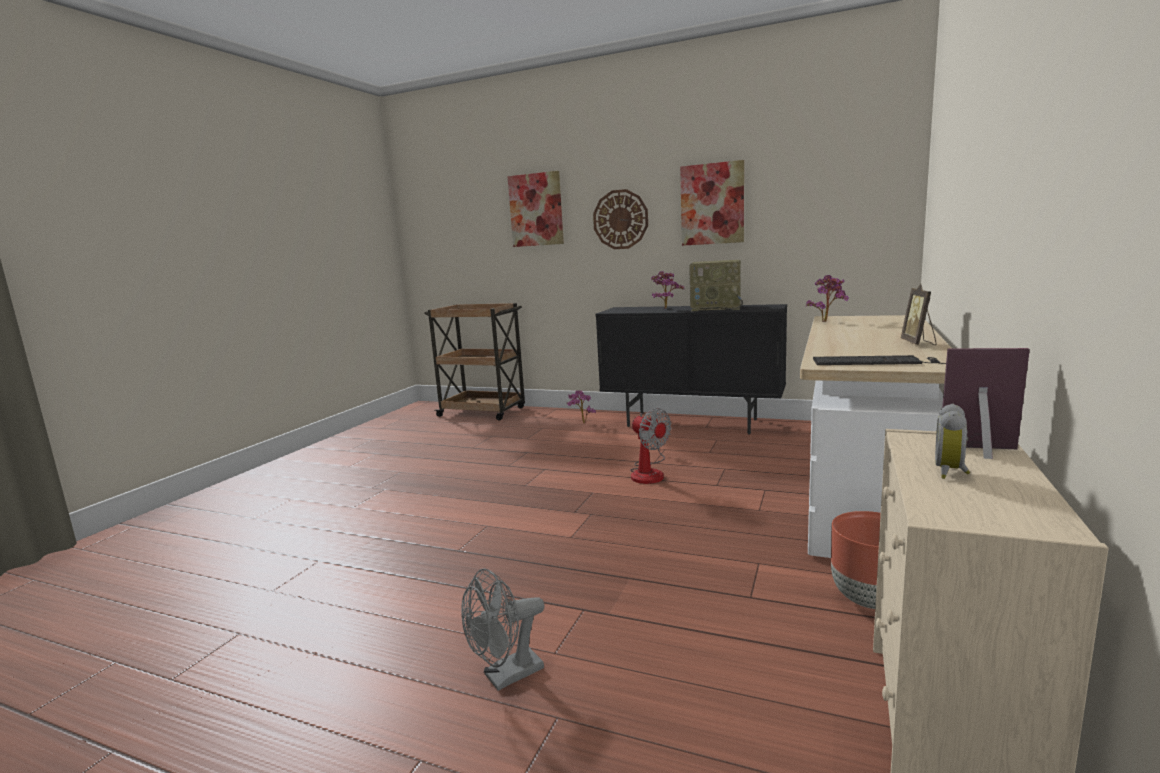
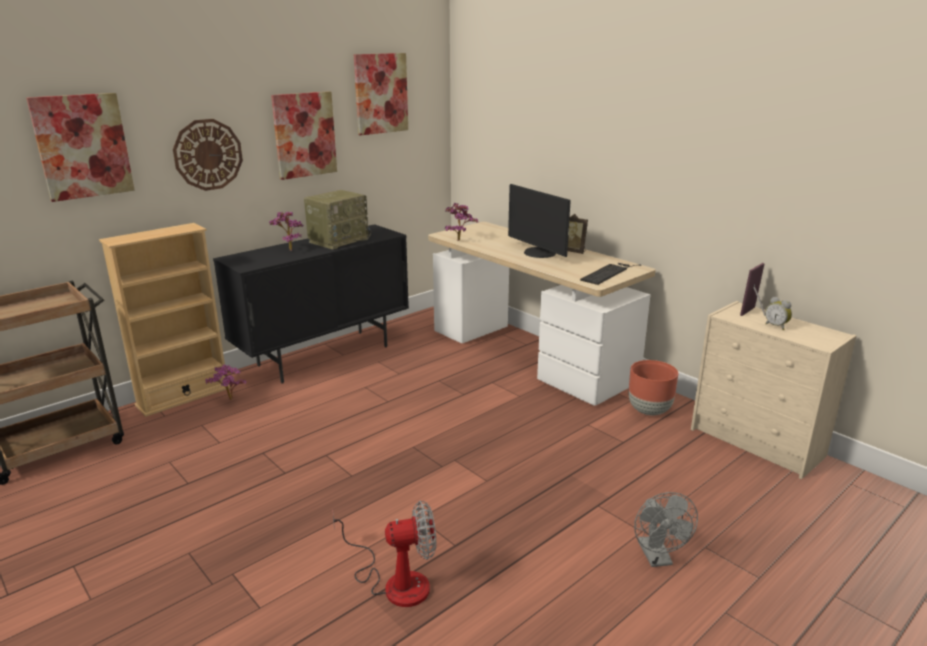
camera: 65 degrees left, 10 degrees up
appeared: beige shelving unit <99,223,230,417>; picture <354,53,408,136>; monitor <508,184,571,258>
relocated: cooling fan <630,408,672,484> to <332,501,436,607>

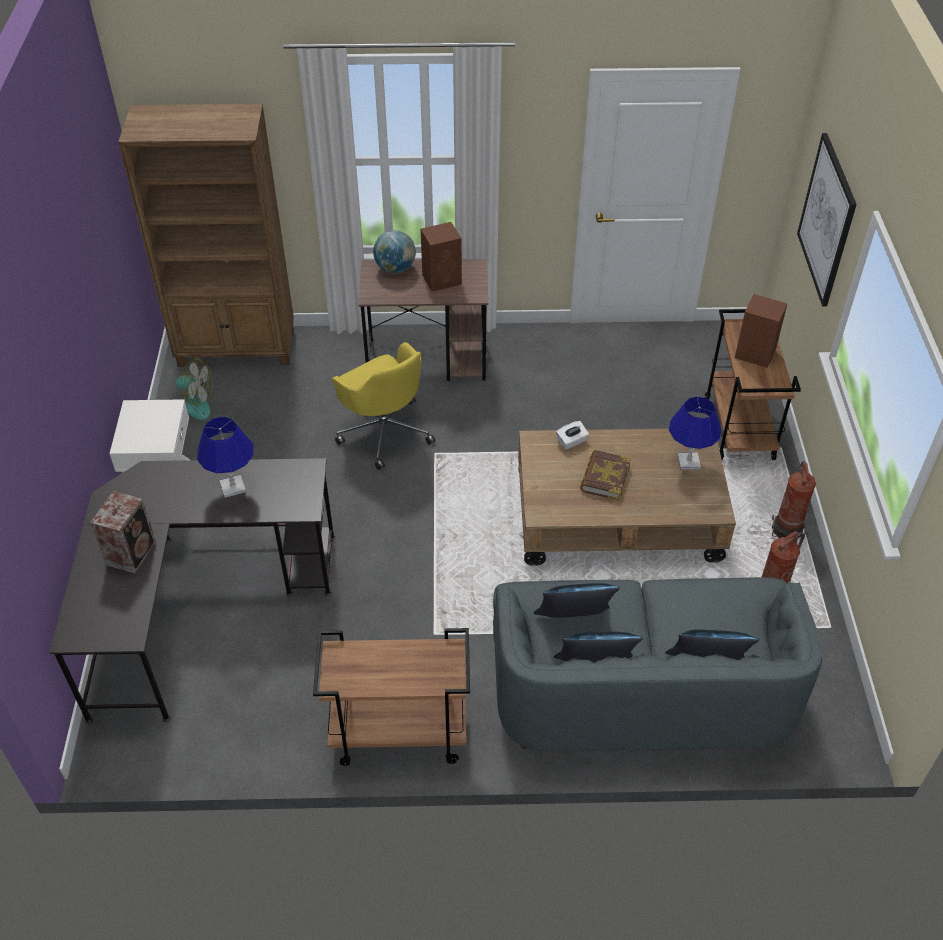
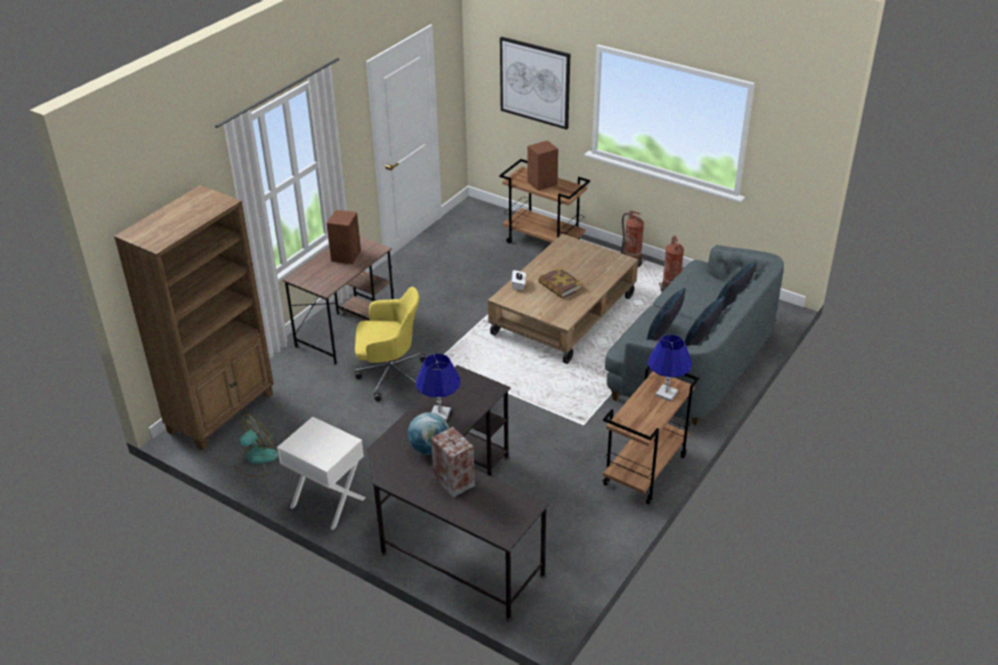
camera: 55 degrees left, 10 degrees down
relocated: globe <373,230,416,273> to <408,412,449,455>; bluish table lamp <669,396,721,470> to <648,335,692,401>

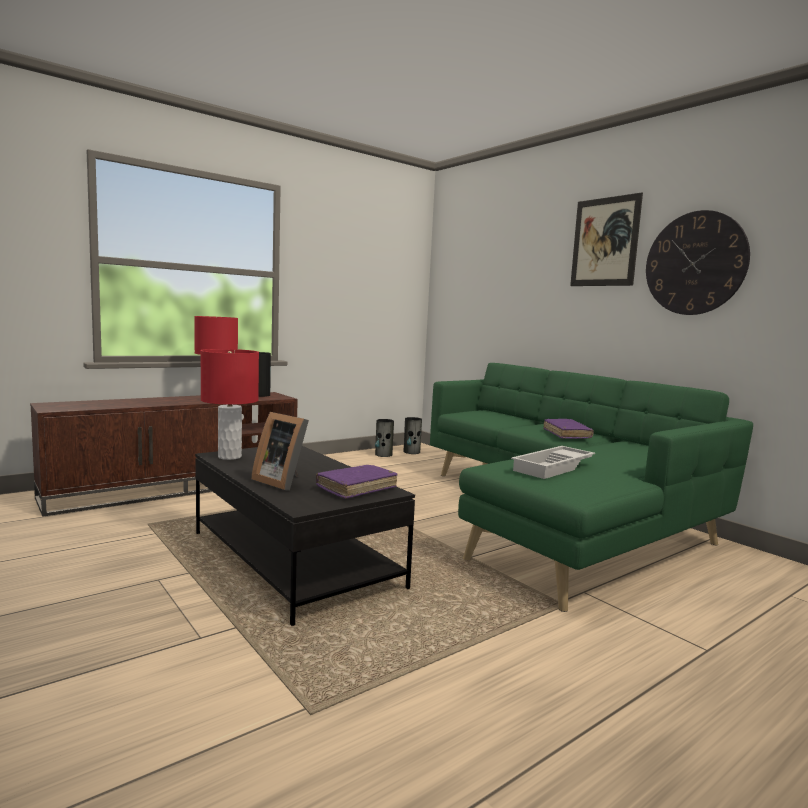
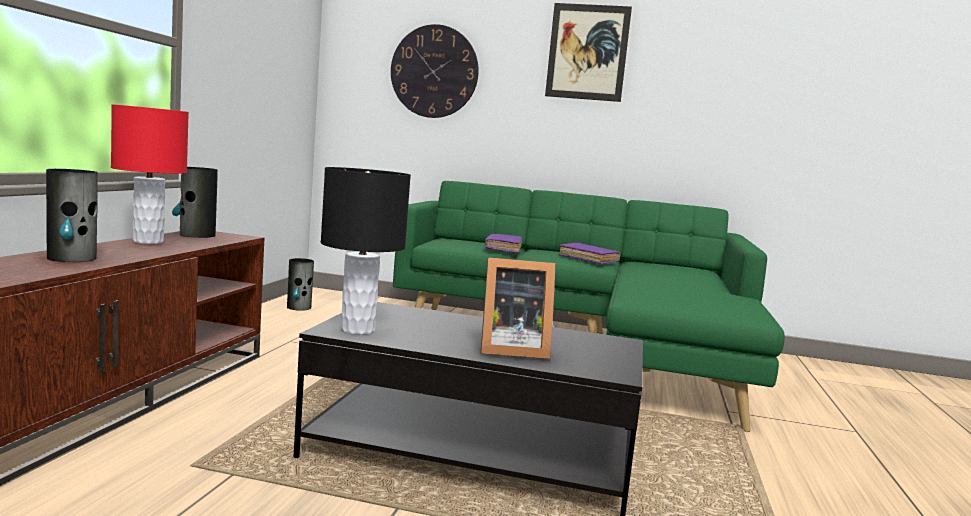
camera: 40 degrees left, 0 degrees up
missing: whitish tray <511,446,595,479>
relocated: purple-coloured book <316,465,398,499> to <485,234,522,253>; decorative vase <404,417,422,454> to <46,169,98,262>; hanging clock <646,210,750,315> to <391,24,479,118>
colour: reddish table lamp <200,349,259,460> to black-coloured table lamp <321,167,411,335>

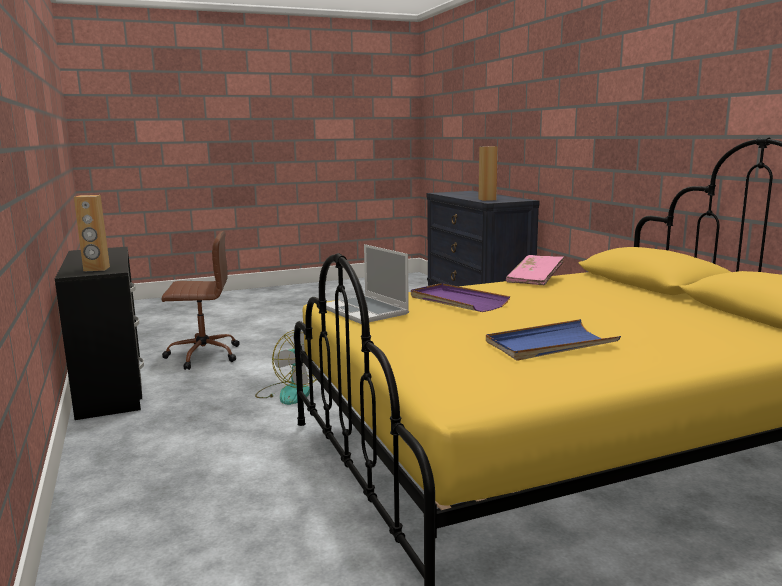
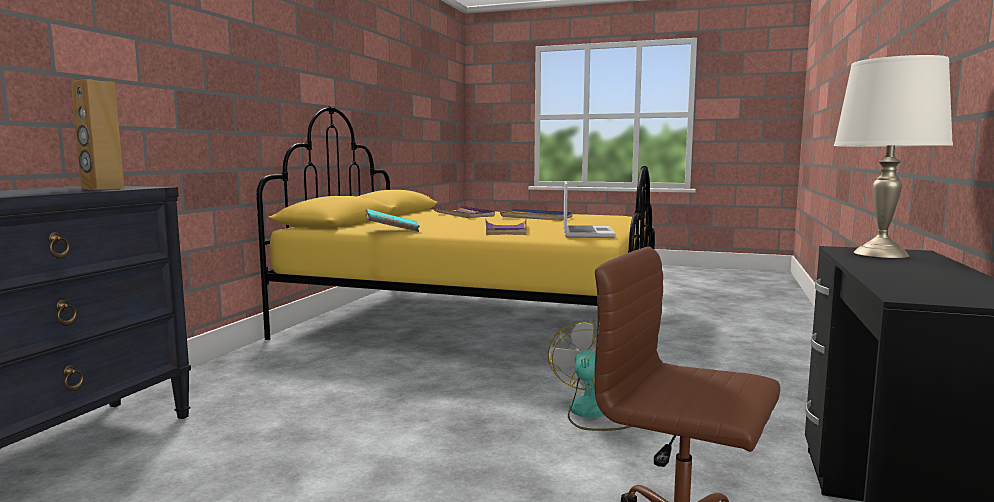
camera: 140 degrees left, 5 degrees down
appeared: purple-coloured tray <433,206,495,218>
exchanged: brown-coloured audio speaker <74,195,110,272> to whitish table lamp <834,55,953,258>
colour: pink book <506,255,564,285> to turquoise book <365,209,420,232>

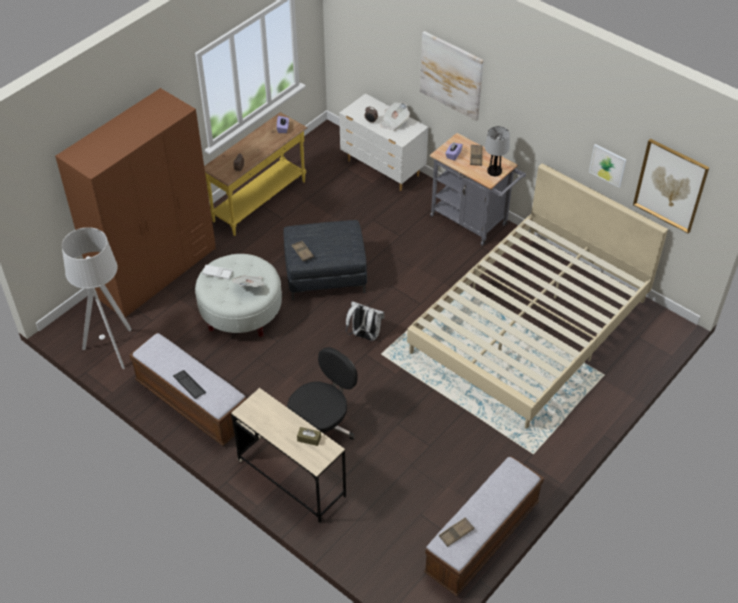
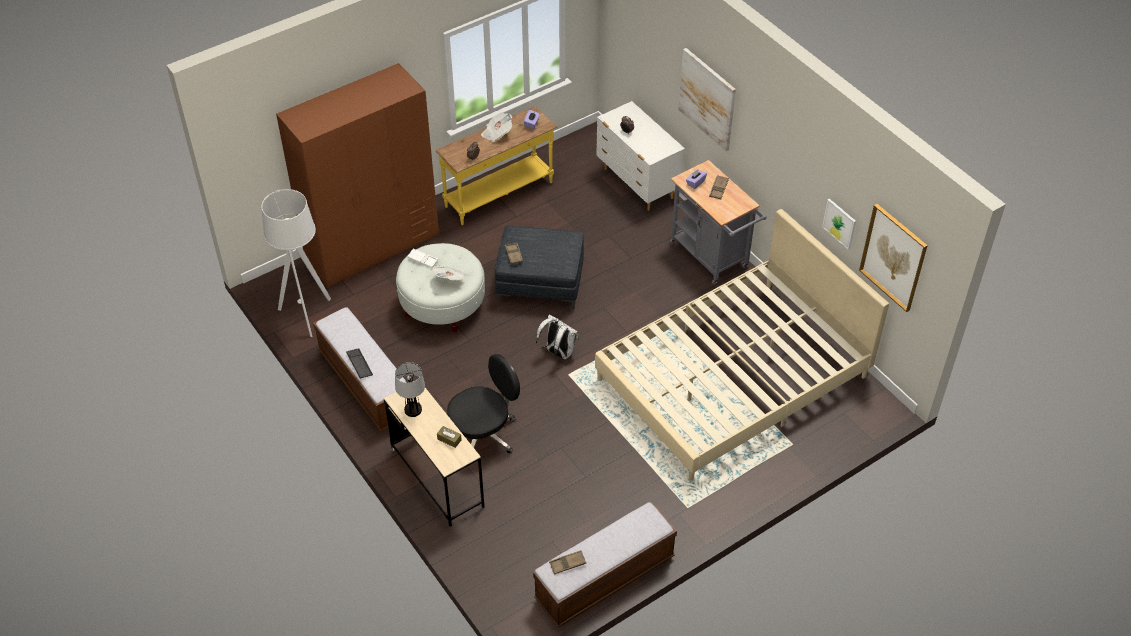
camera: 15 degrees right, 0 degrees up
relocated: newspaper <380,102,410,131> to <481,112,512,142>; table lamp <485,126,510,176> to <395,362,425,417>

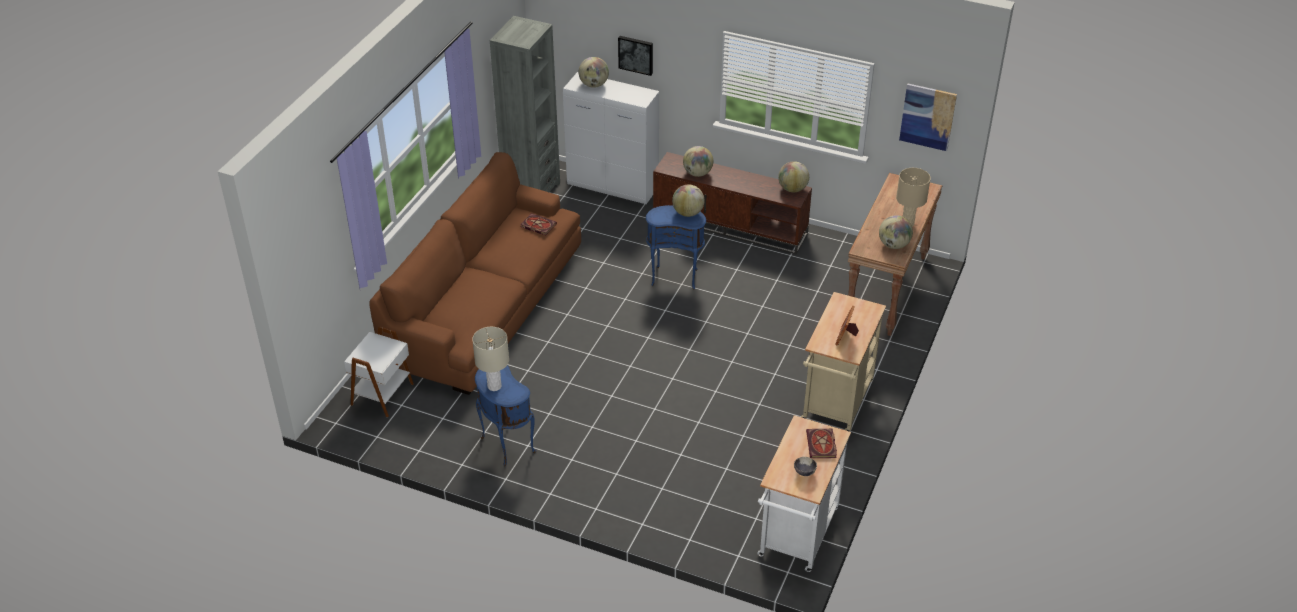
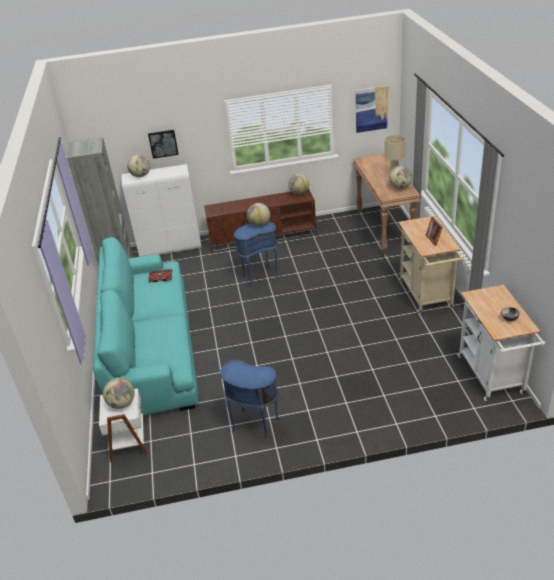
camera: 30 degrees left, 5 degrees down
missing: beige table lamp <472,327,509,391>; book <806,429,837,458>
relocated: globe <683,146,713,177> to <103,378,135,409>
colour: brown-coloured couch <369,152,581,395> to turquoise couch <93,237,198,416>

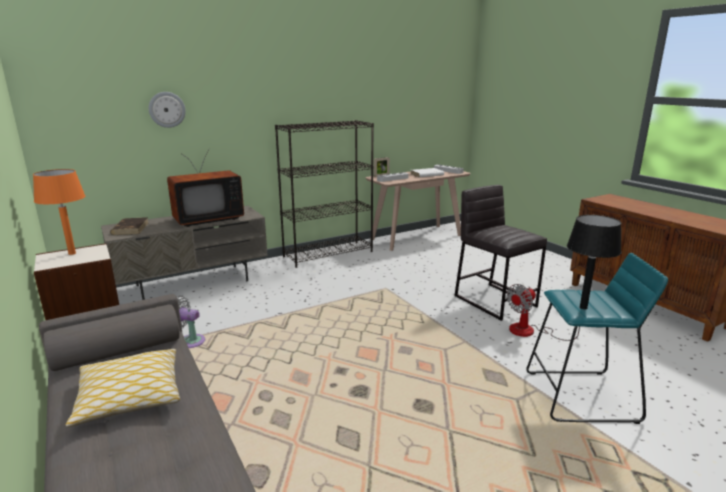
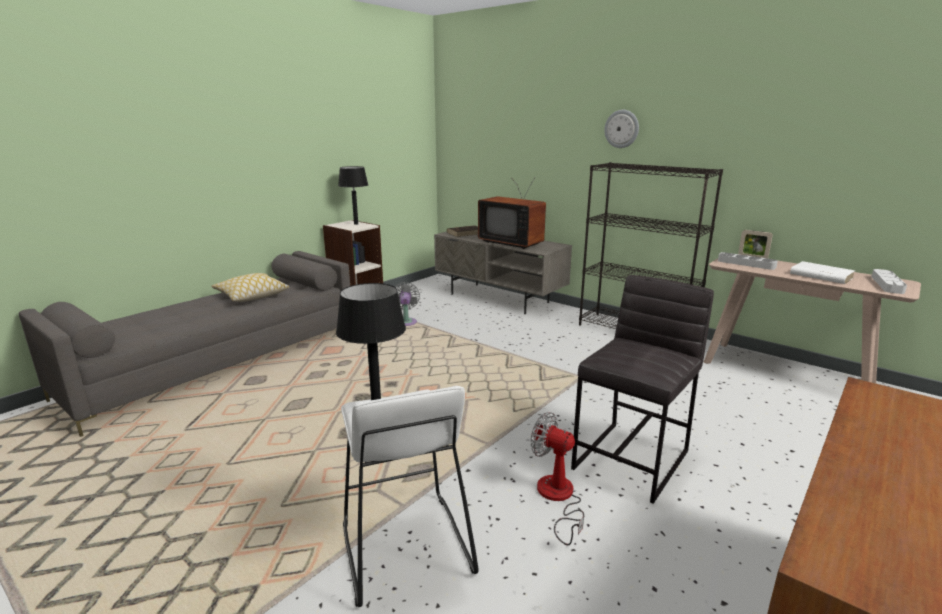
camera: 70 degrees right, 0 degrees up
relocated: hanging clock <149,92,186,128> to <604,110,639,148>
colour: orangey table lamp <33,169,86,255> to black-coloured table lamp <338,166,368,225>; turquoise sitting stool <526,253,668,424> to whitish sitting stool <341,386,479,607>

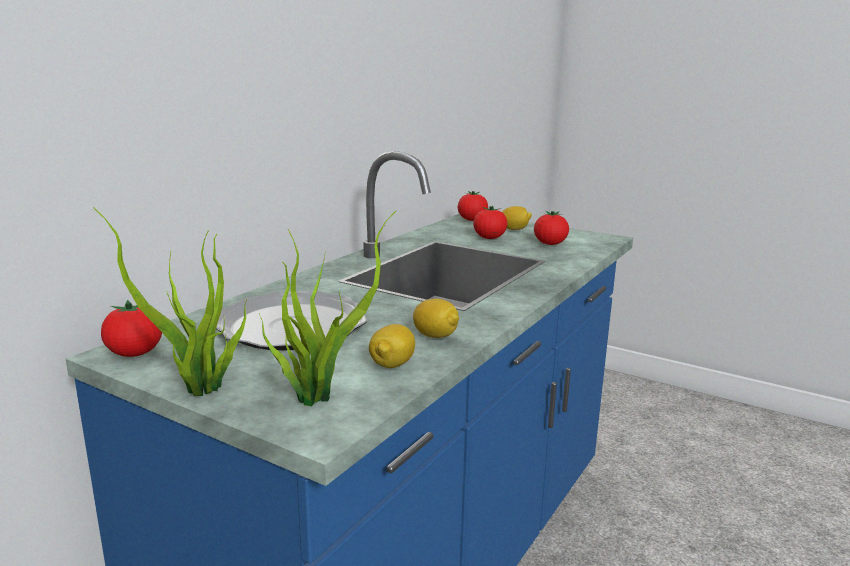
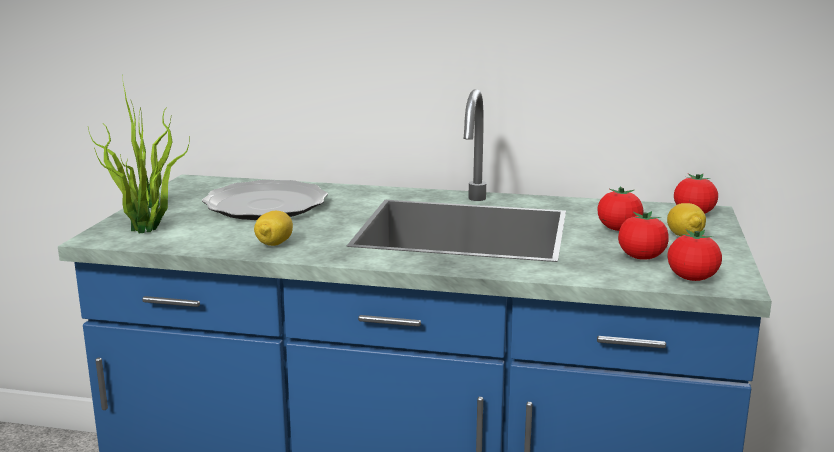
camera: 70 degrees right, 0 degrees up
missing: whole lemon <369,324,415,368>
relocated: tomato <101,300,162,357> to <668,229,722,281>

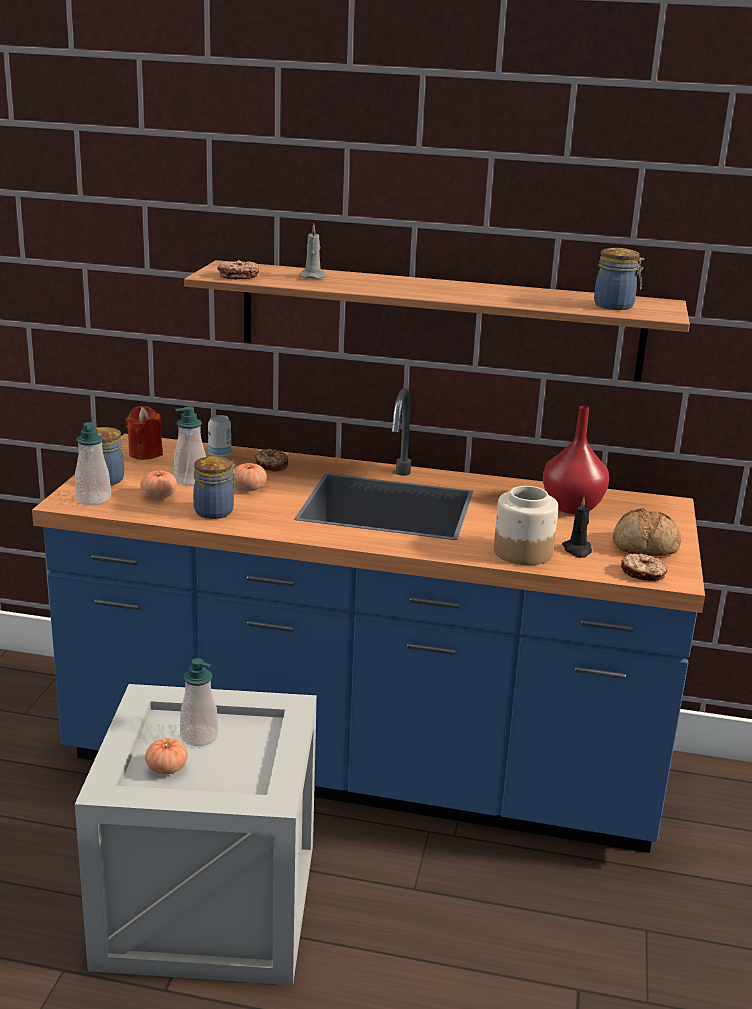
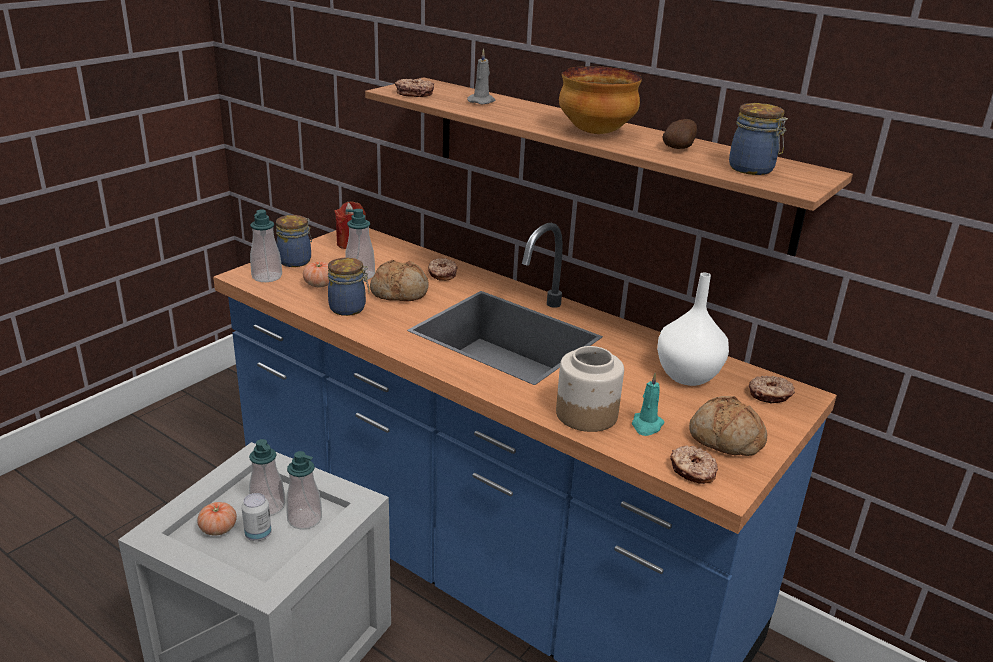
camera: 25 degrees right, 5 degrees up
appeared: soap bottle <286,451,322,530>; serving bowl <559,66,642,134>; potato <663,119,697,149>; donut <749,376,795,403>
relocated: sealed can <208,415,231,457> to <241,493,272,541>
exchanged: tomato <232,463,267,491> to bakery bread <370,260,428,302>
colour: reddish decorative vase <543,406,609,514> to whitish decorative vase <657,272,729,386>; black-coloured wax candle <562,498,592,558> to turquoise wax candle <632,373,665,436>

